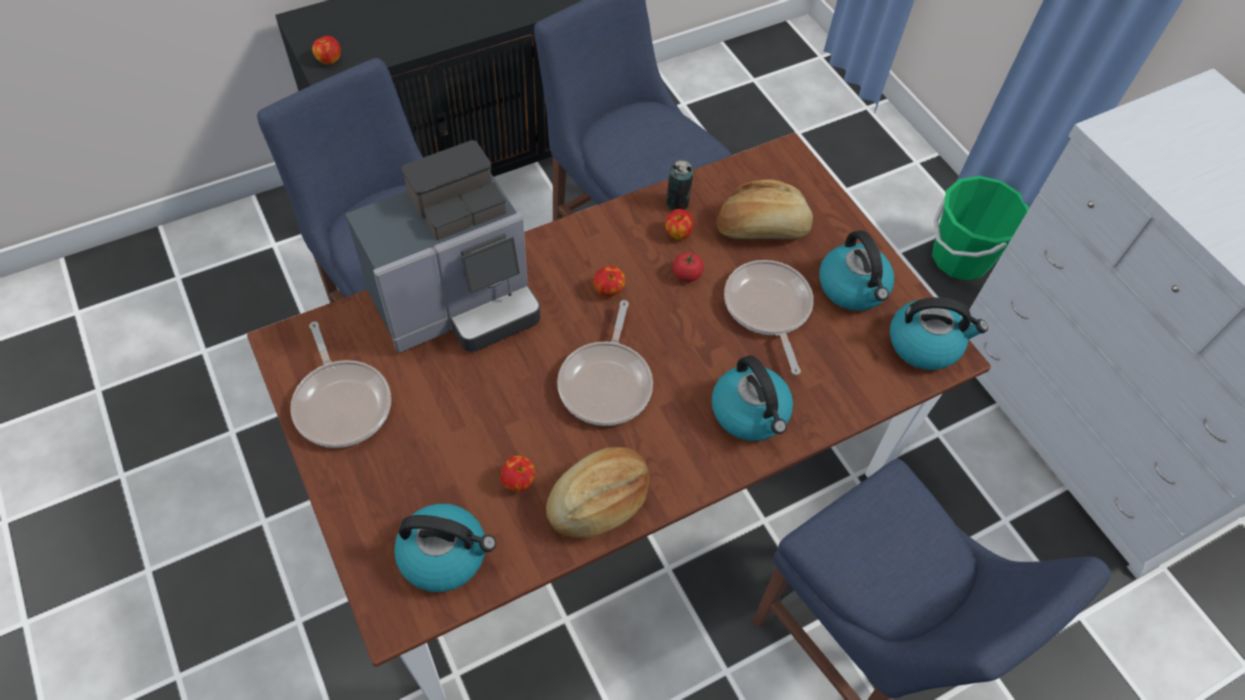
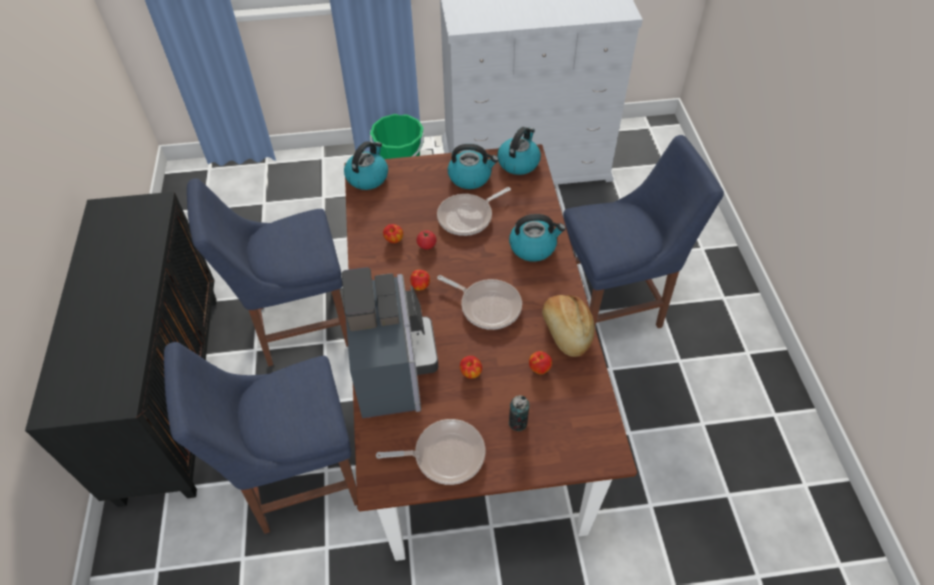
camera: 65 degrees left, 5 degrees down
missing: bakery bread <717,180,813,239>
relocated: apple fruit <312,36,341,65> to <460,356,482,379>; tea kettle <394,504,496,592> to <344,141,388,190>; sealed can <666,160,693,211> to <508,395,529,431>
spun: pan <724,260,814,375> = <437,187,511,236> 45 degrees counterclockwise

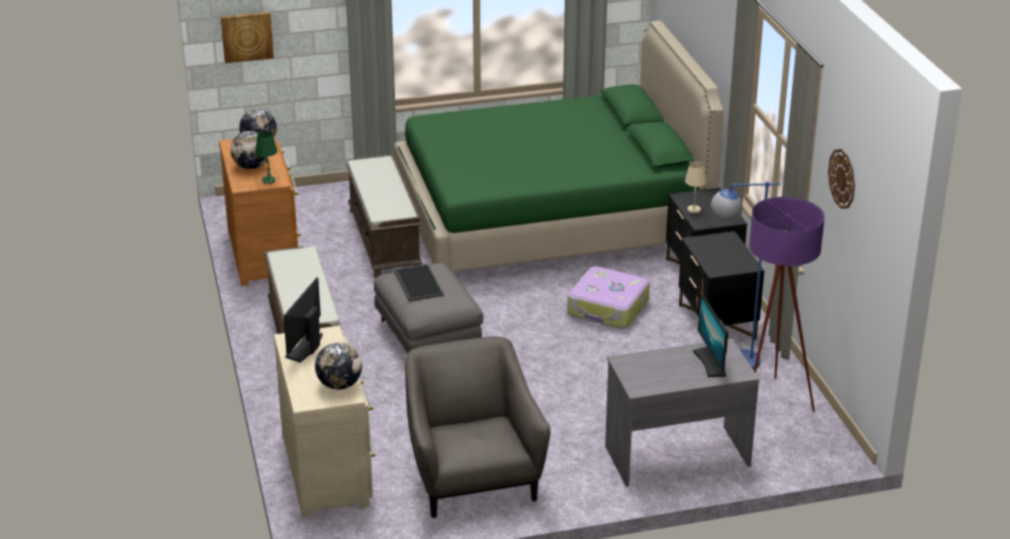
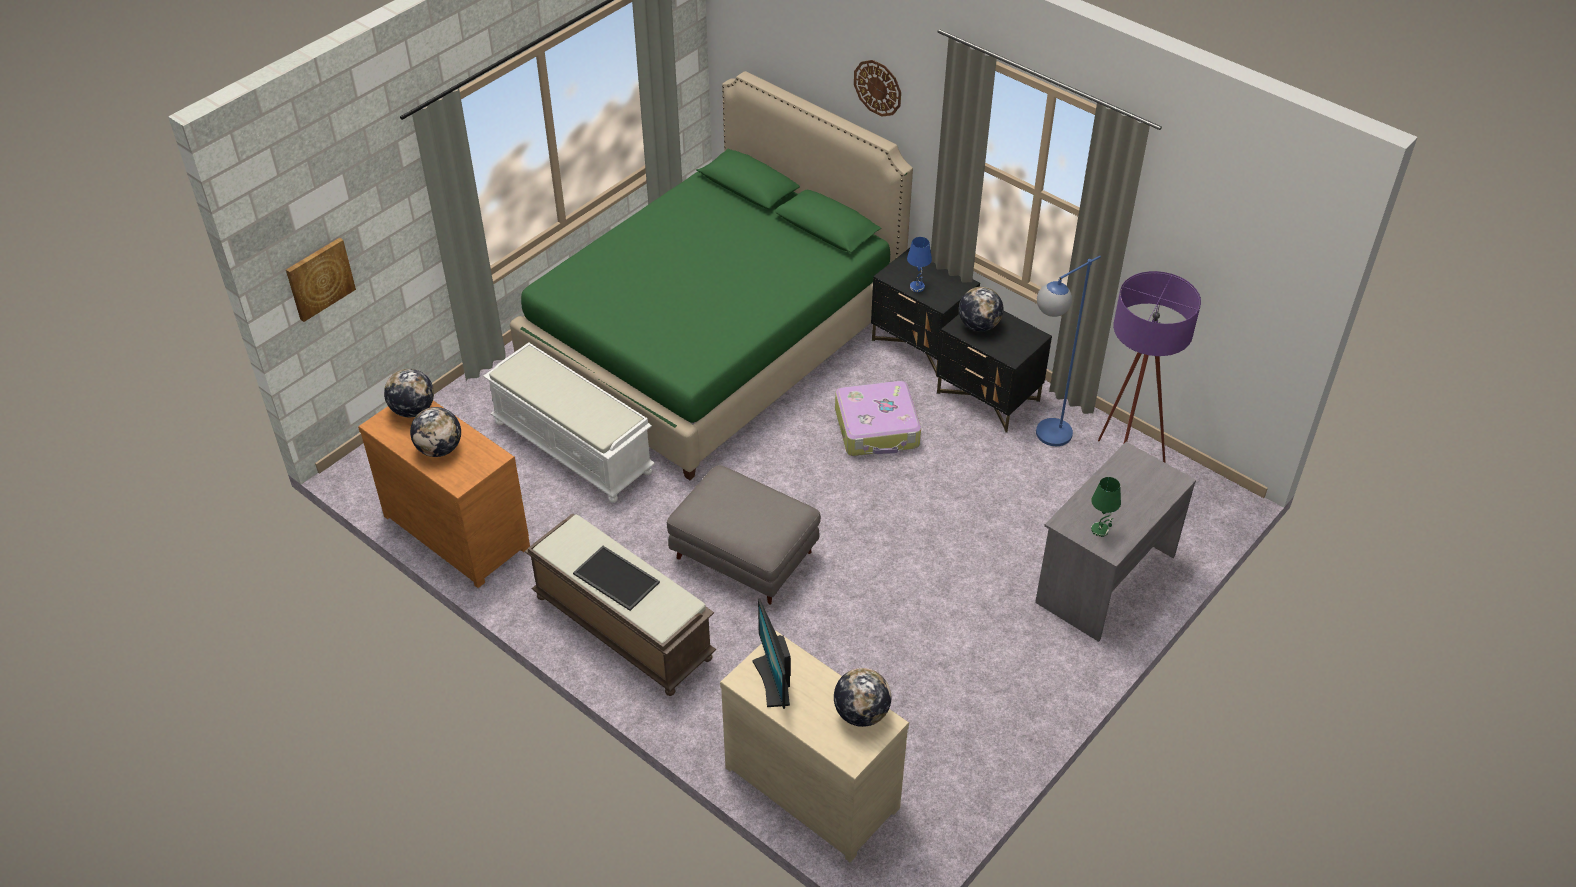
camera: 35 degrees left, 15 degrees up
missing: gray armchair <405,336,550,518>; monitor <693,293,728,377>
appeared: globe <959,287,1003,332>
relocated: greenish table lamp <255,131,277,184> to <1091,477,1121,537>; tray <394,264,444,301> to <573,546,660,611>; hanging clock <828,149,855,209> to <854,60,901,117>
colour: brown-coloured bench <346,154,423,278> to whitish bench <483,343,655,503>; beige table lamp <685,161,707,213> to bluish table lamp <907,237,932,292>

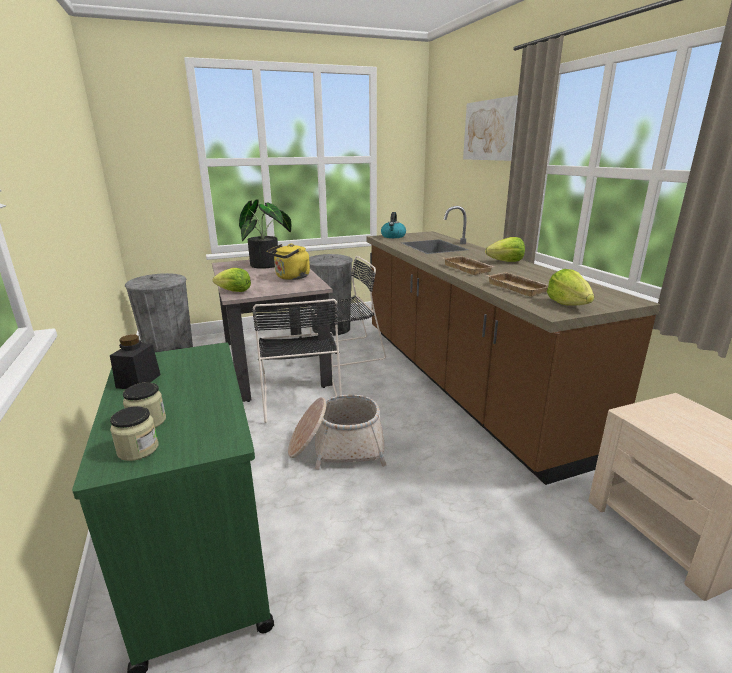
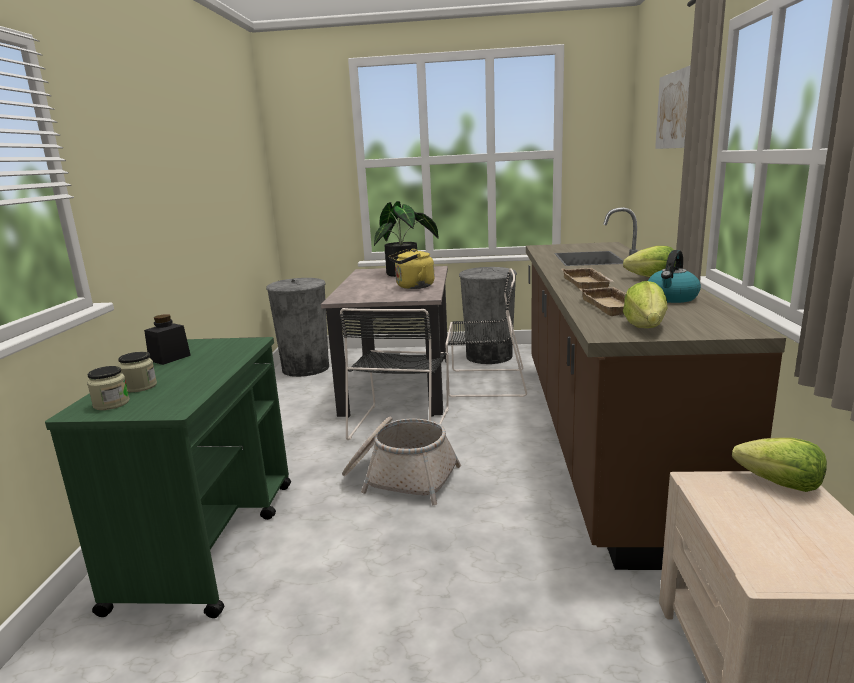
camera: 25 degrees right, 5 degrees down
relocated: head of lettuce <213,268,251,292> to <732,438,827,492>; tea kettle <381,212,406,238> to <648,250,701,303>

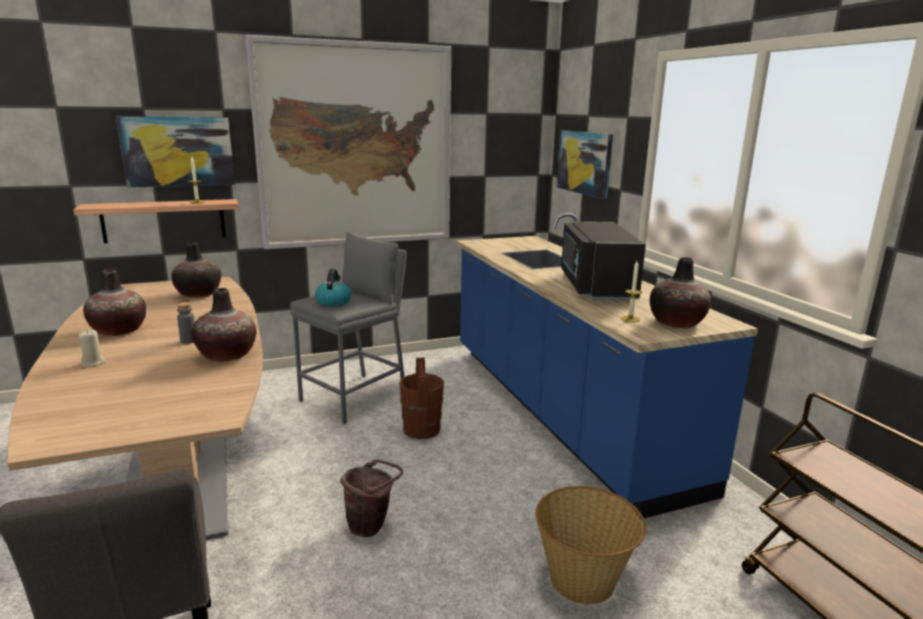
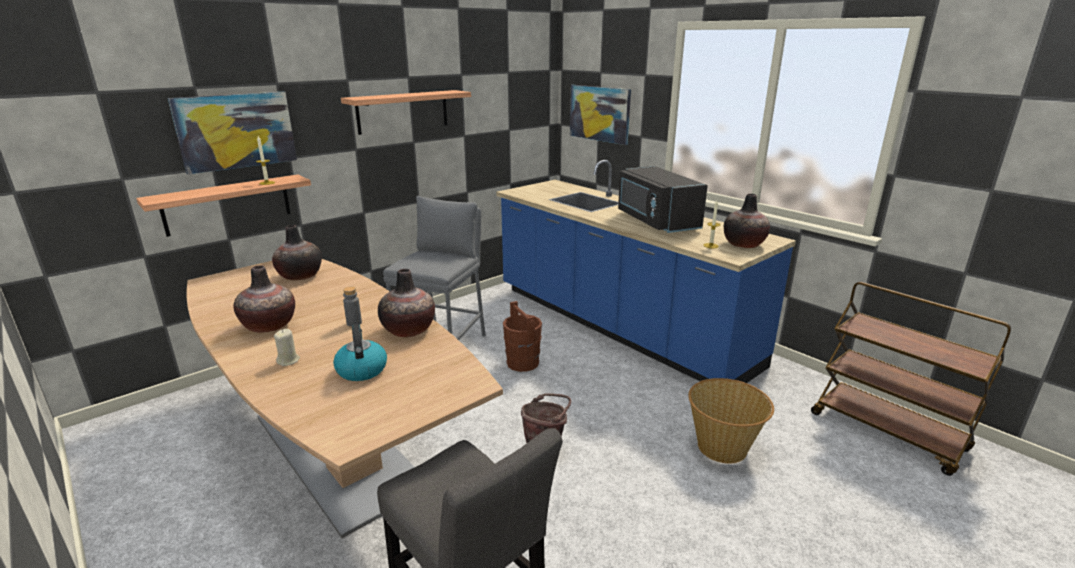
camera: 20 degrees left, 5 degrees up
relocated: tea kettle <315,269,352,306> to <333,324,387,381>
exchanged: picture <245,35,451,249> to shelf <341,90,471,135>

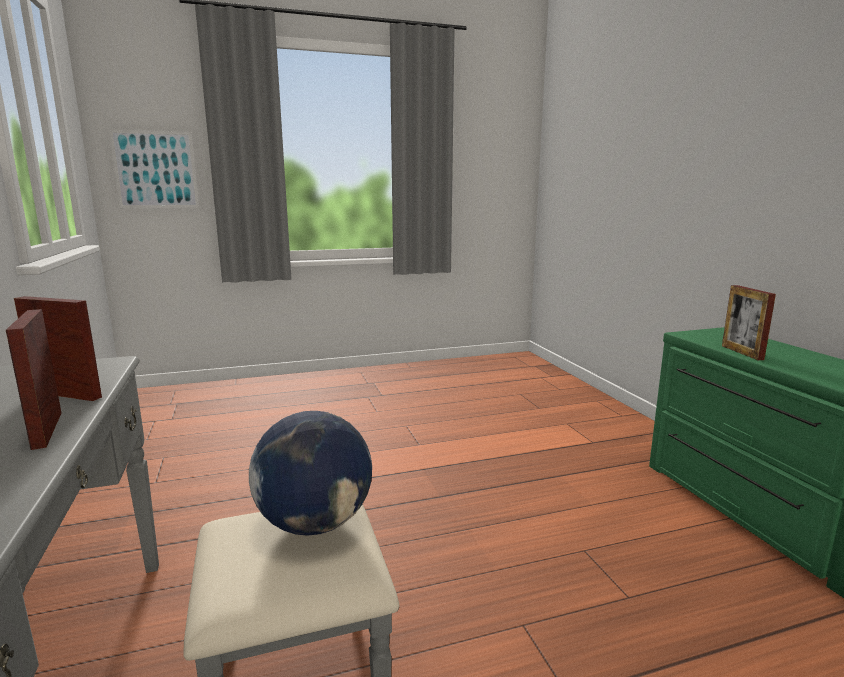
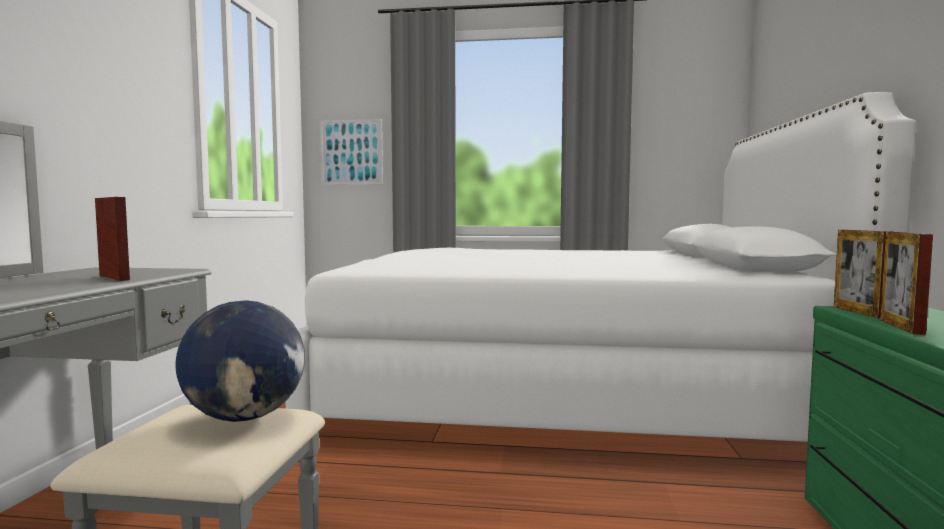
camera: 25 degrees right, 10 degrees down
appeared: whitish sleeping bed <286,92,916,442>
relocated: picture frame <6,309,61,450> to <834,230,890,318>

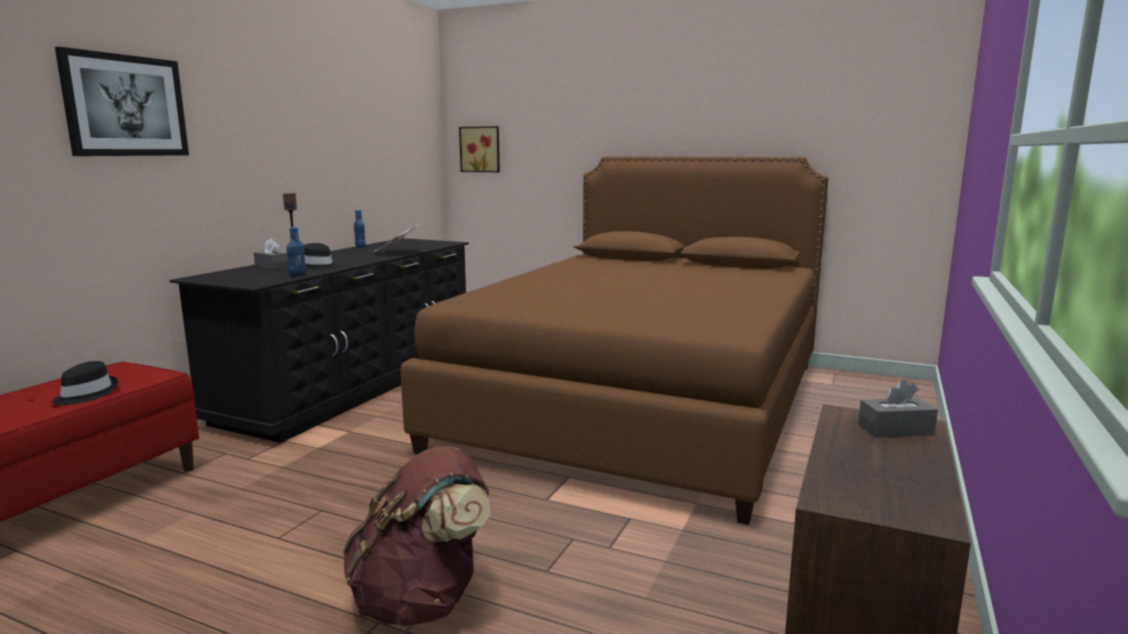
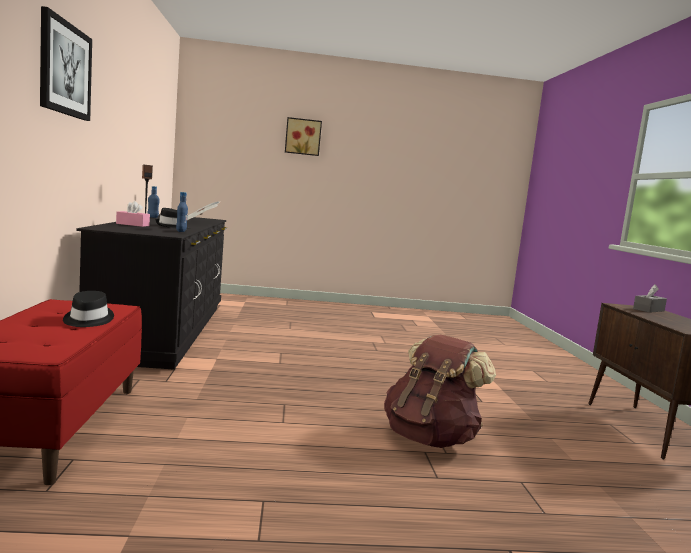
camera: 30 degrees left, 5 degrees down
missing: brown-coloured sleeping bed <400,156,828,525>
relocated: picture <459,126,500,172> to <285,117,322,156>
colour: gray tissue box <254,239,289,269> to pink tissue box <116,201,150,227>

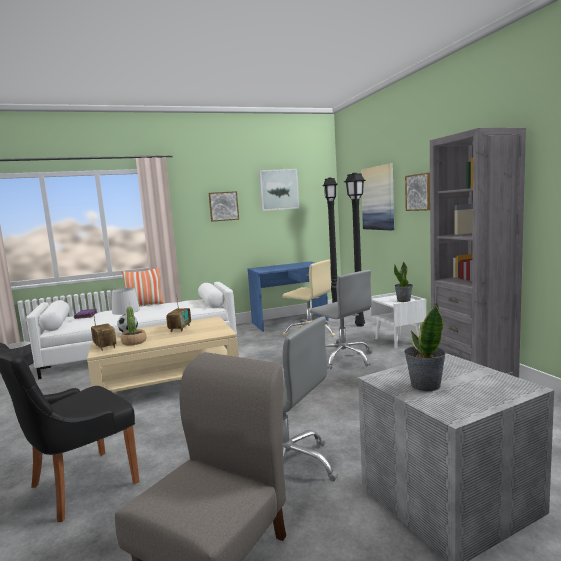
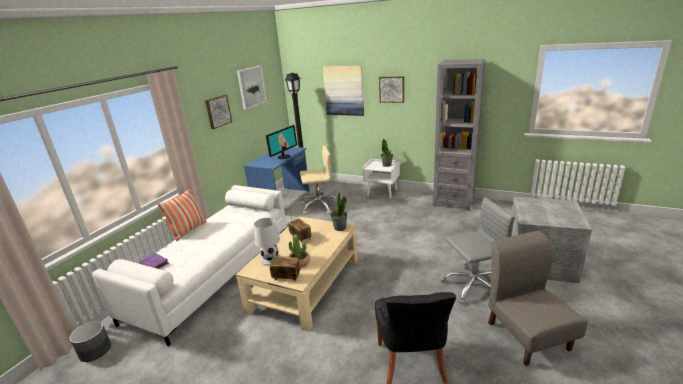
camera: 45 degrees left, 15 degrees up
missing: gray computer chair <310,270,372,369>; black-coloured standard lamp <344,173,366,327>
appeared: monitor <266,125,297,159>
relocated: plant in a pot <404,302,446,391> to <330,192,347,231>

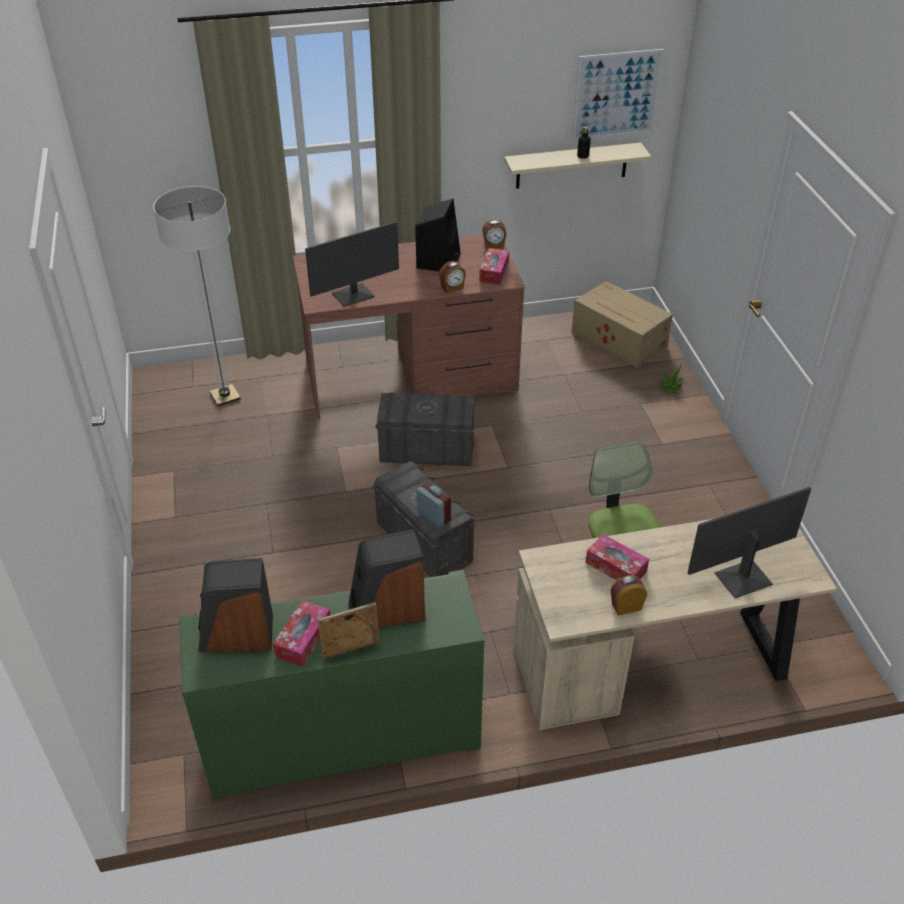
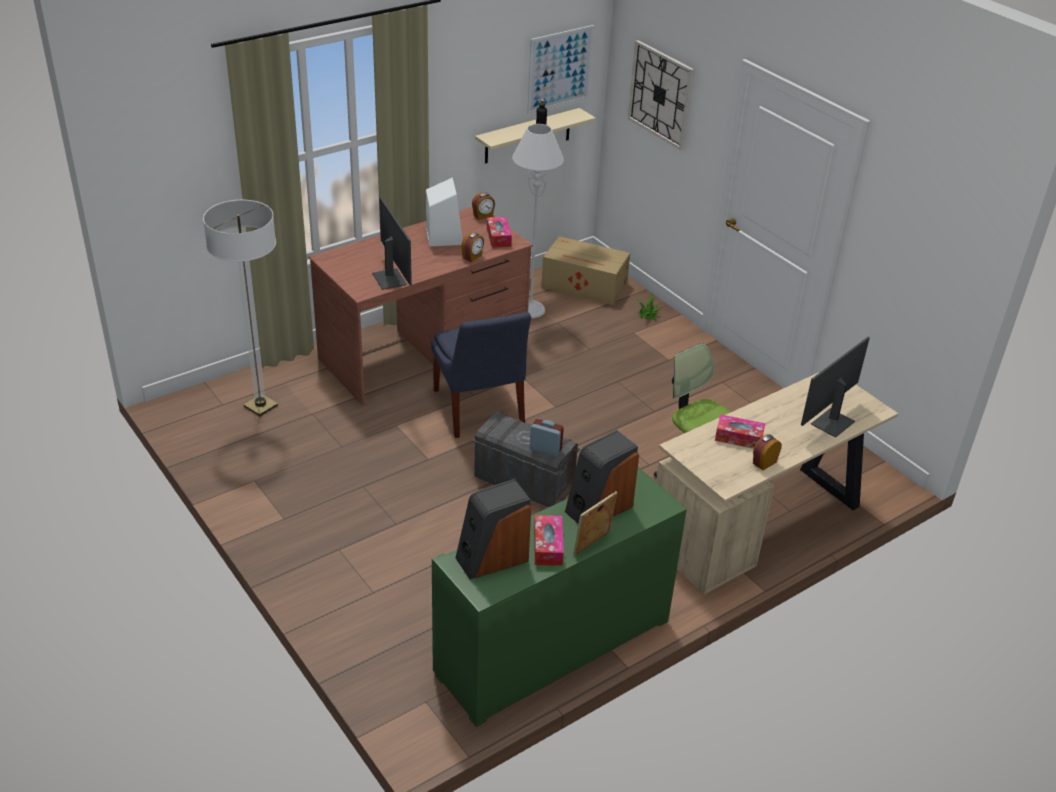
camera: 25 degrees left, 5 degrees down
appeared: gray standard lamp <512,124,564,318>; hanging clock <628,40,694,150>
exchanged: gray storage bin <375,392,476,466> to bluish chair <431,312,531,438>
colour: black-coloured audio speaker <415,199,461,271> to whitish audio speaker <426,177,463,247>
spun: monitor <305,222,399,307> = <372,197,412,290> 60 degrees counterclockwise

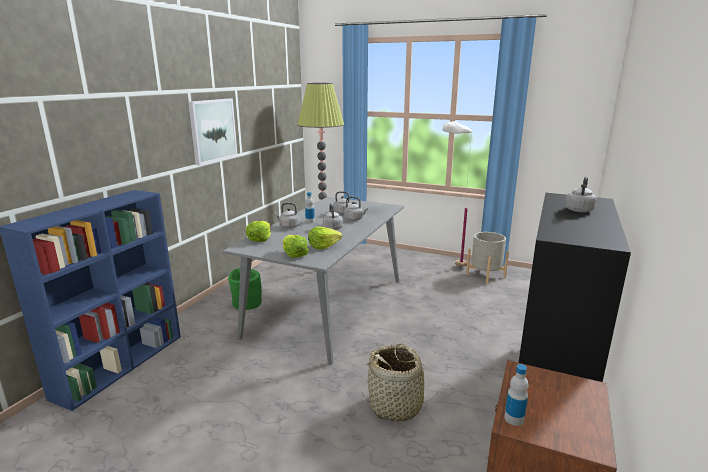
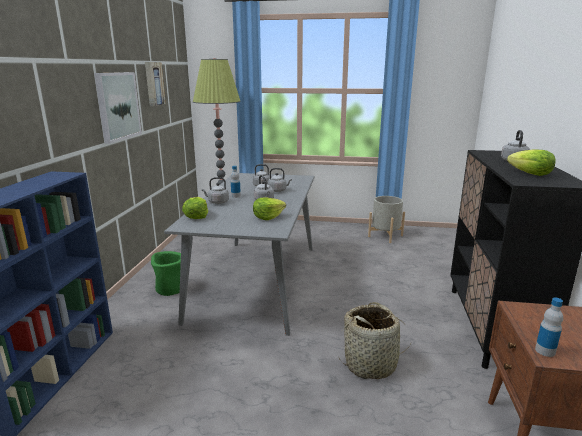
camera: 15 degrees left, 0 degrees up
missing: whitish standard lamp <442,121,472,268>
appeared: picture <145,62,166,106>
relocated: head of lettuce <283,235,309,258> to <507,149,556,176>

